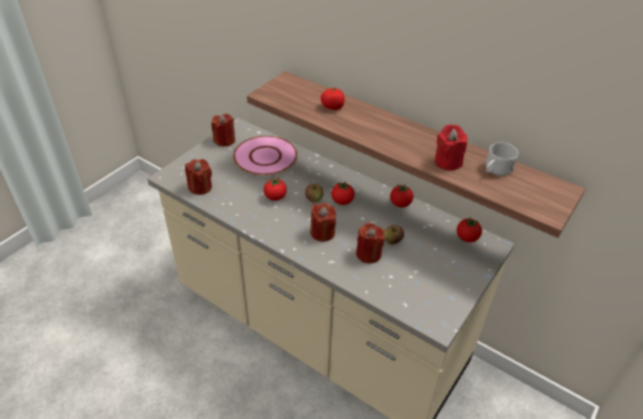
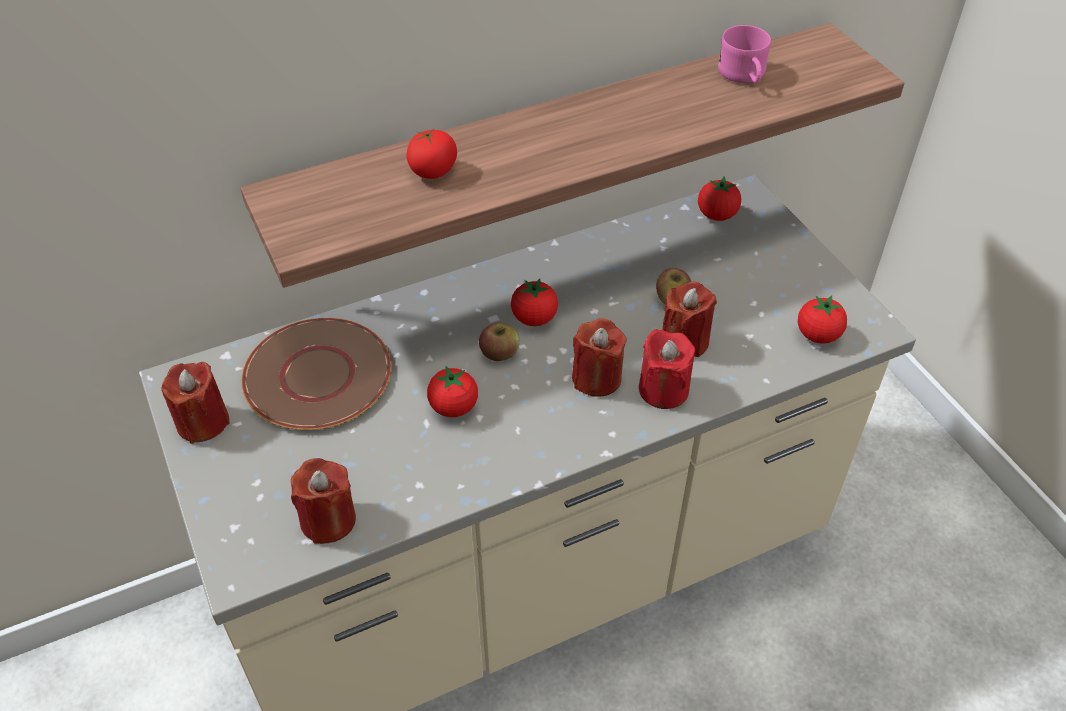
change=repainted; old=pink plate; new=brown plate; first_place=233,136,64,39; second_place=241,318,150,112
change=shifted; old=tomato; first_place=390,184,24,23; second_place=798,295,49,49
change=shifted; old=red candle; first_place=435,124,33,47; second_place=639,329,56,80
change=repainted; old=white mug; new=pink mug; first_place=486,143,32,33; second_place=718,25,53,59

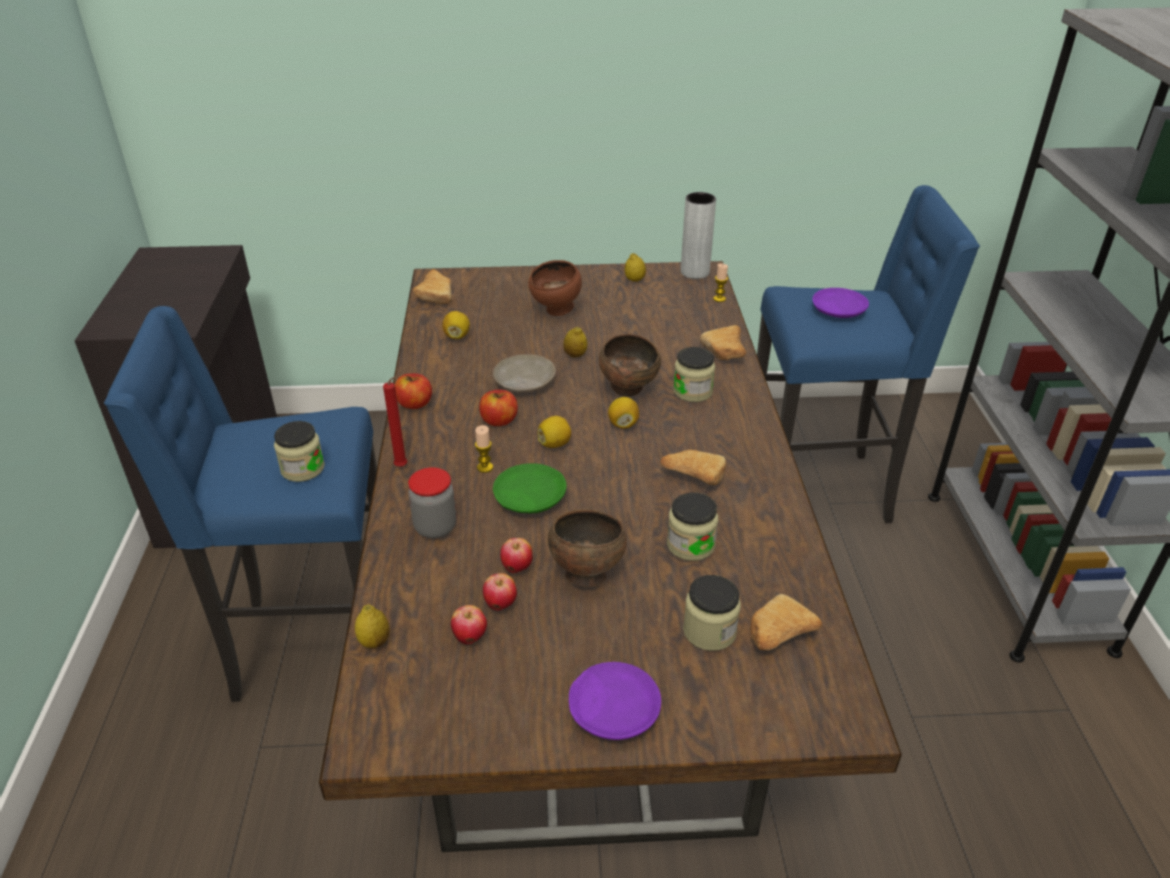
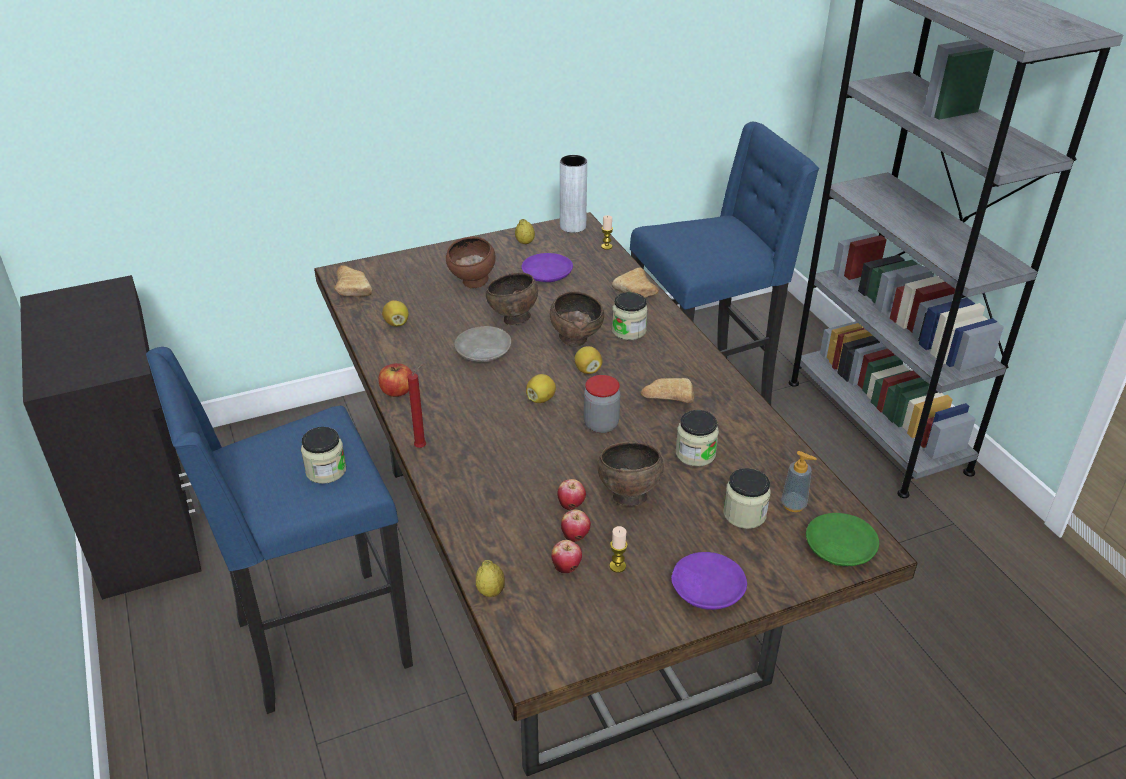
change=shifted; old=jar; first_place=408,467,48,72; second_place=584,375,36,58
change=shifted; old=candle; first_place=475,425,18,48; second_place=609,526,19,47
change=gone; old=apple; first_place=479,390,39,36
change=shifted; old=green plate; first_place=493,463,74,50; second_place=806,513,73,53
change=swapped; old=lemon; new=brown bowl; first_place=563,327,24,30; second_place=486,273,52,52
change=swapped; old=bread; new=soap dispenser; first_place=750,594,72,56; second_place=781,451,36,61
change=shifted; old=purple plate; first_place=813,288,56,30; second_place=522,253,51,29

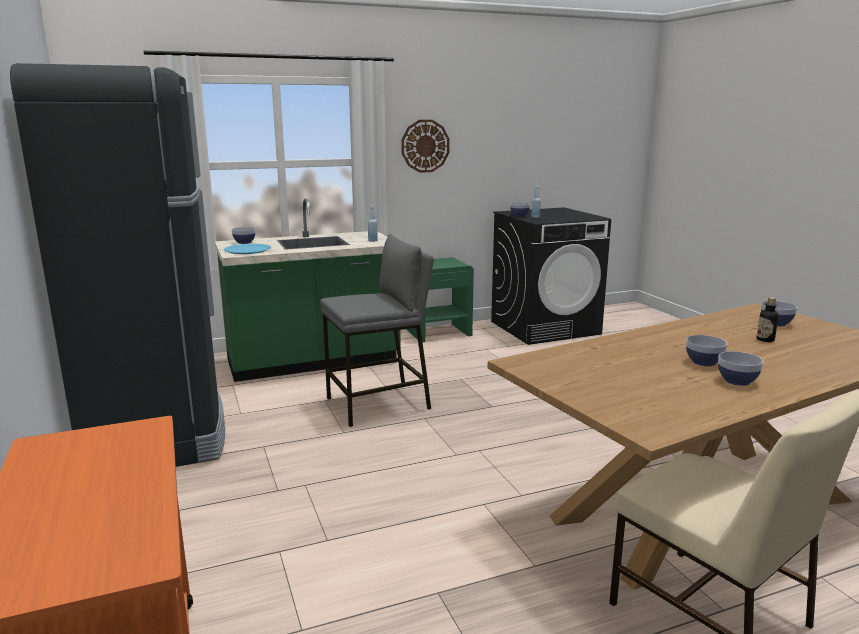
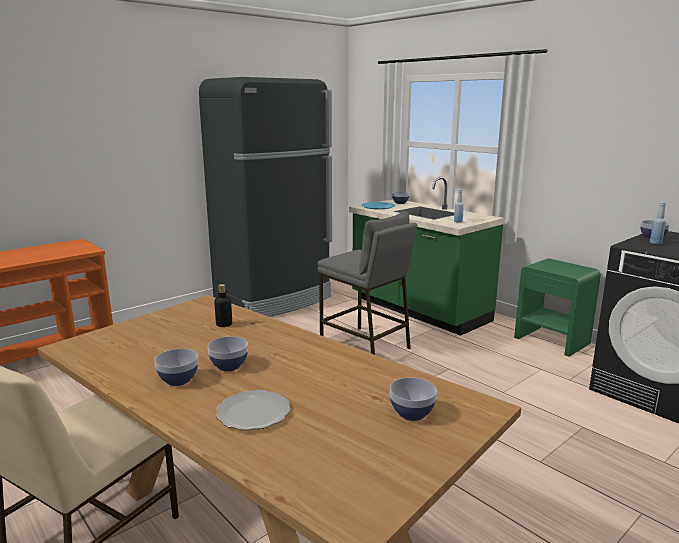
change=gone; old=wall clock; first_place=401,120,49,53
change=shifted; old=bottle; first_place=757,297,22,45; second_place=214,284,18,43
change=new; new=plate; second_place=216,390,75,40

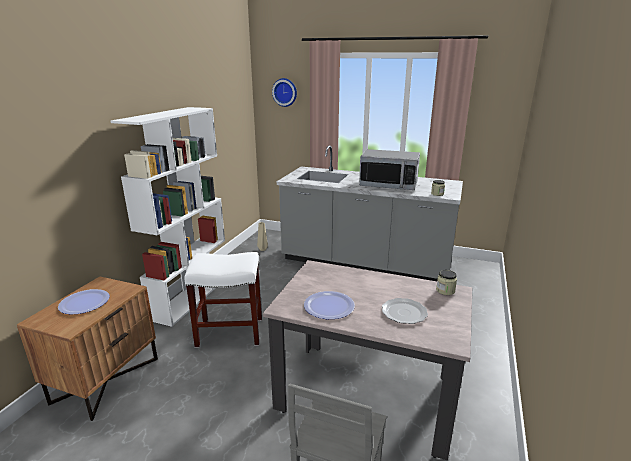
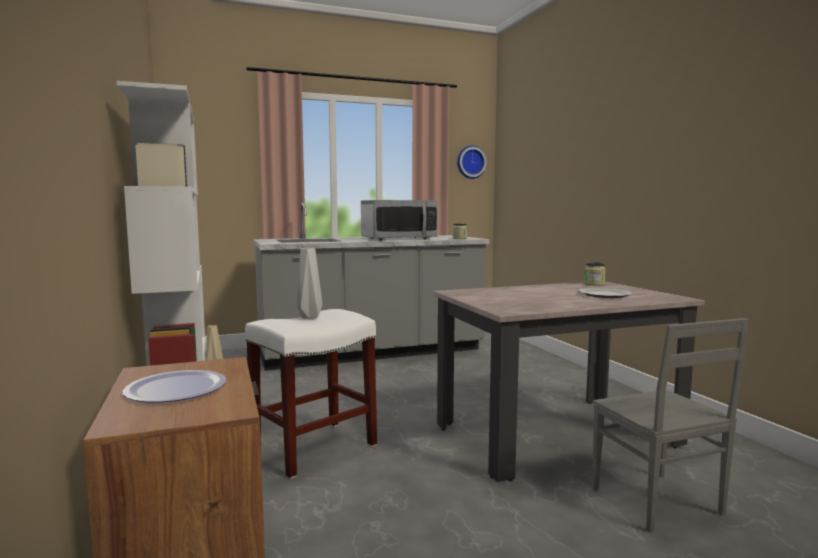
change=shifted; old=wall clock; first_place=272,78,25,29; second_place=457,146,30,33
change=gone; old=plate; first_place=304,291,51,28
change=new; new=grey vase; second_place=297,248,25,71

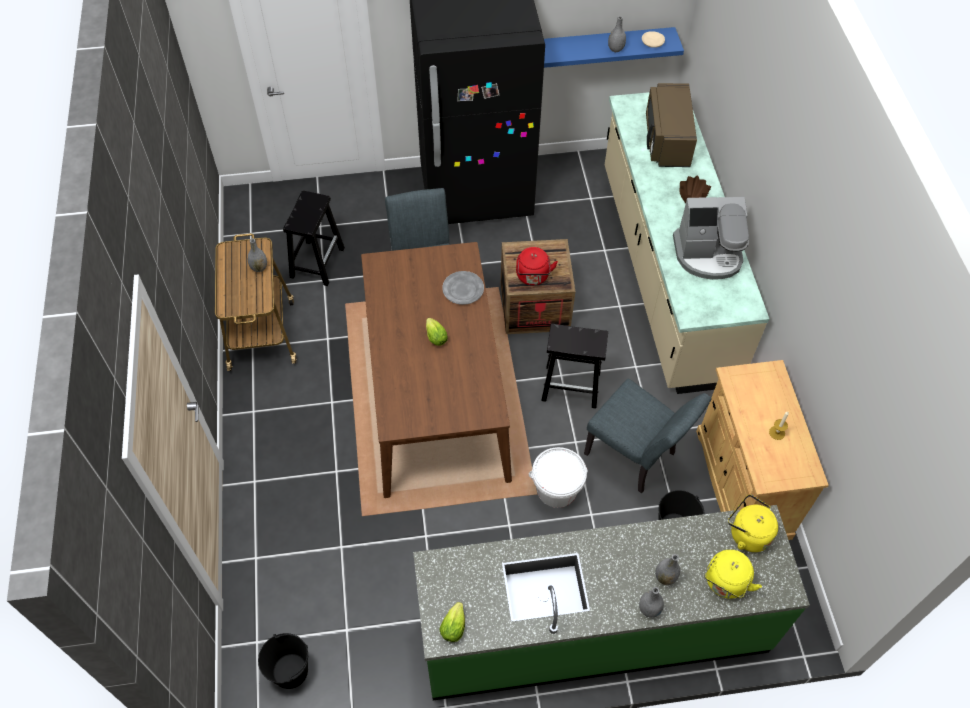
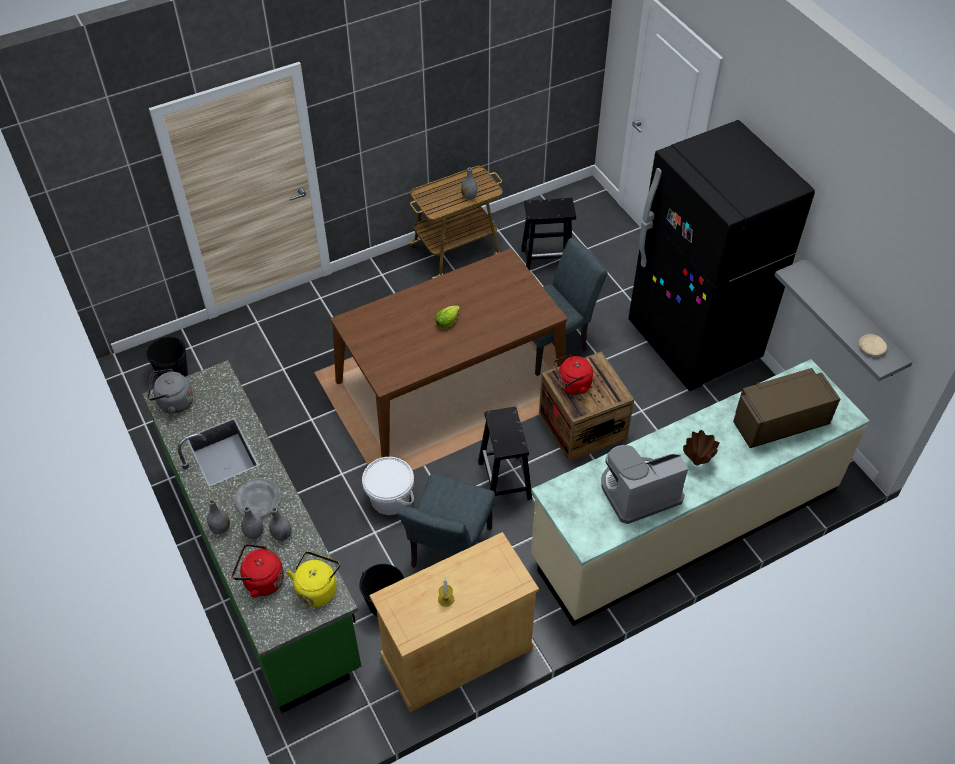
change=swapped; old=lettuce; new=grey kettle; first_place=439,602,26,40; second_place=148,369,45,45
change=shifted; old=grey plate; first_place=442,271,42,34; second_place=234,478,47,39
change=repainted; old=blue shelf; new=grey shelf; first_place=544,27,140,41; second_place=774,258,139,124
change=shifted; old=grey vase; first_place=608,16,18,36; second_place=269,507,23,34
change=rotated; old=coffee machine; first_place=673,197,76,83; second_place=602,445,86,79; degrees=90
change=repainted; old=yellow kettle; new=red kettle; first_place=704,550,58,49; second_place=232,544,52,53

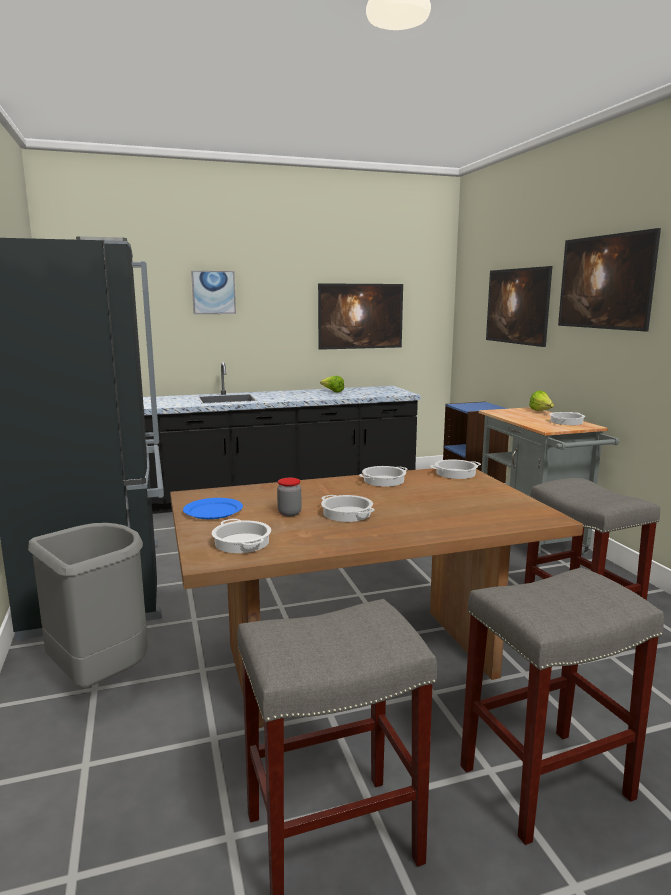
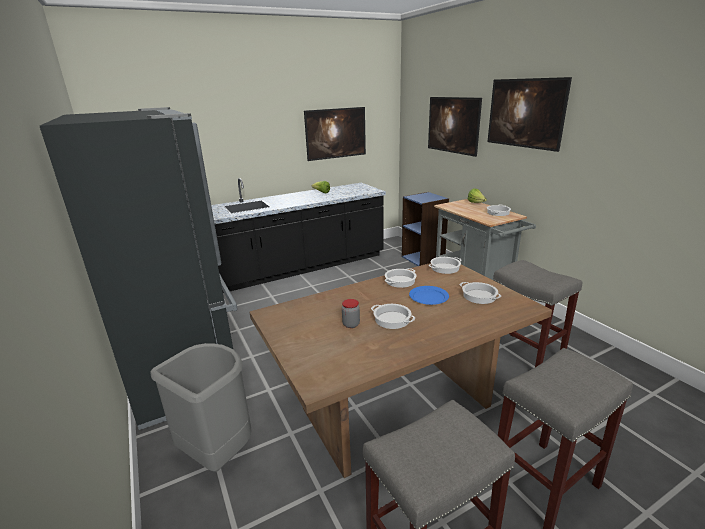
change=shifted; old=blue plate; first_place=183,498,60,21; second_place=409,286,40,19
change=gone; old=picture; first_place=191,271,45,43
change=shifted; old=cooking pot; first_place=212,519,59,34; second_place=460,282,41,22

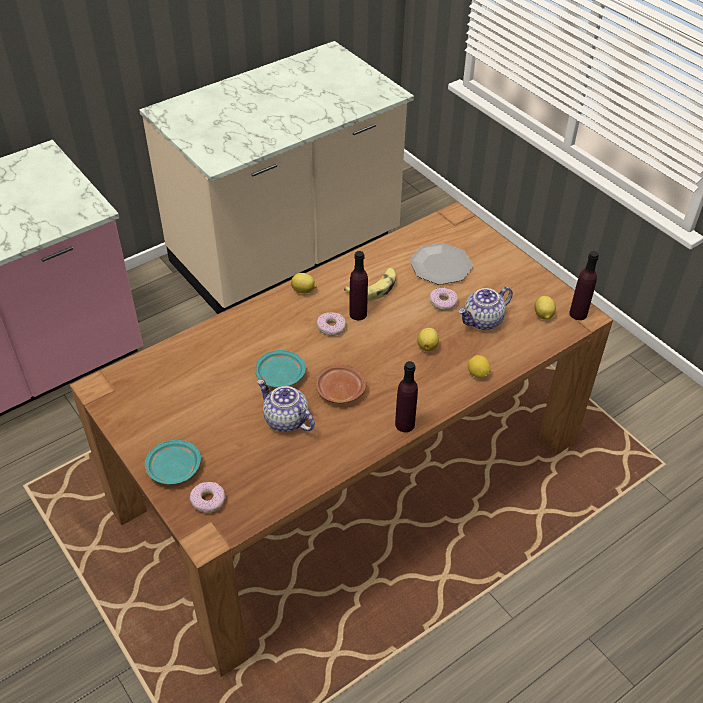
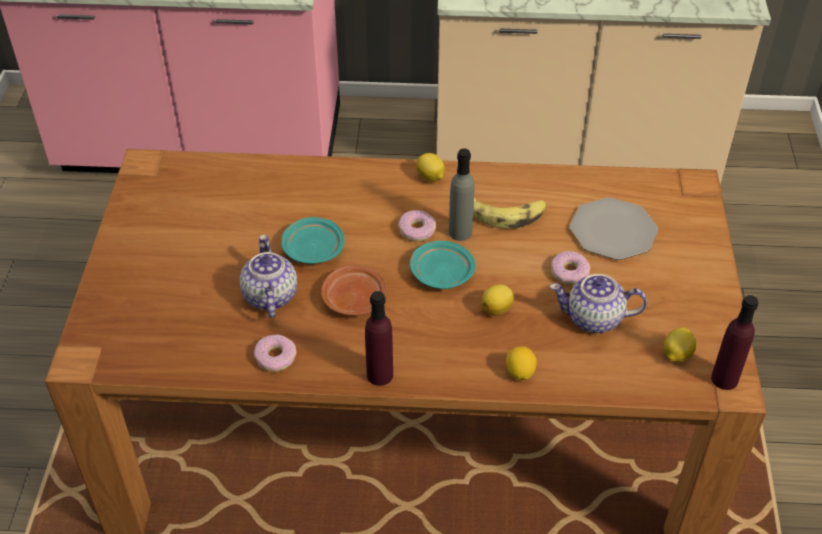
change=shifted; old=turquoise plate; first_place=145,440,56,45; second_place=410,241,66,48
change=shifted; old=donut; first_place=190,482,36,31; second_place=254,334,43,38
change=repainted; old=purple bottle; new=grey bottle; first_place=349,251,19,69; second_place=449,148,26,93

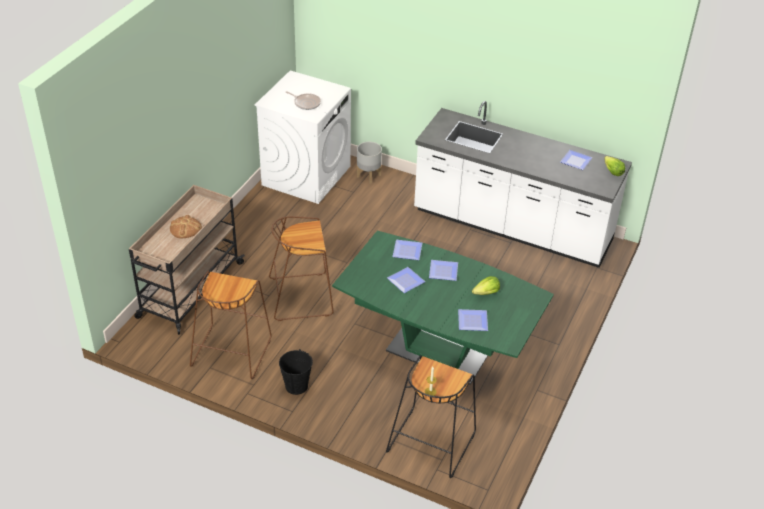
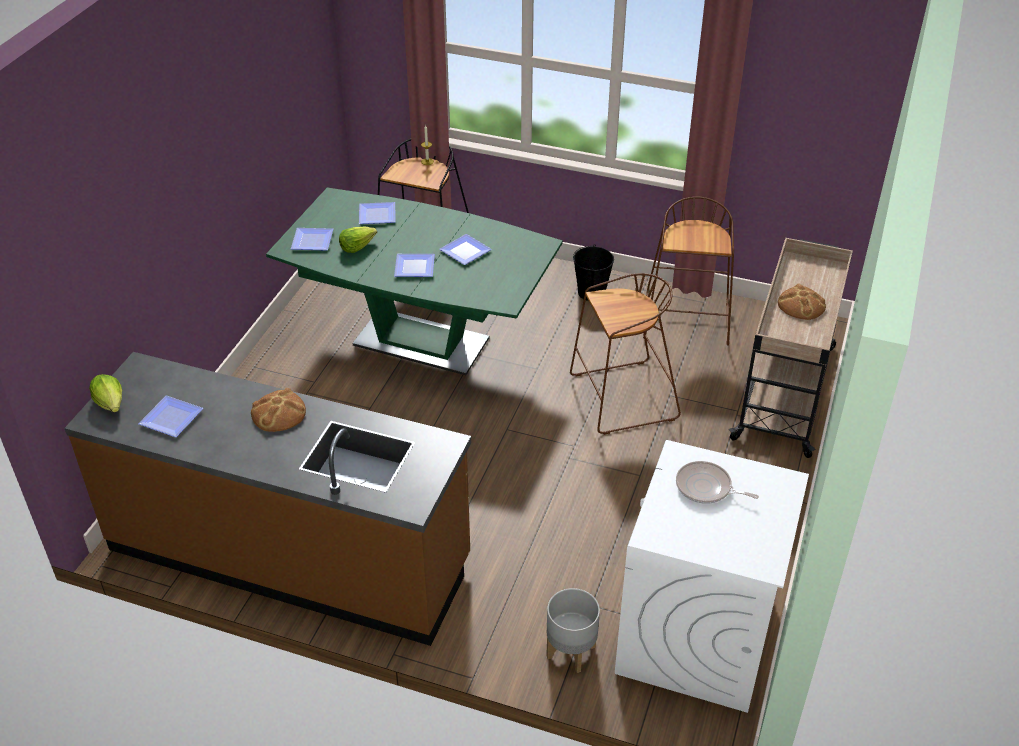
change=shifted; old=plate; first_place=392,240,30,20; second_place=291,228,42,23
change=repainted; old=white counter; new=brown counter; first_place=414,101,218,167; second_place=64,352,407,294
change=new; new=bread; second_place=251,388,55,44

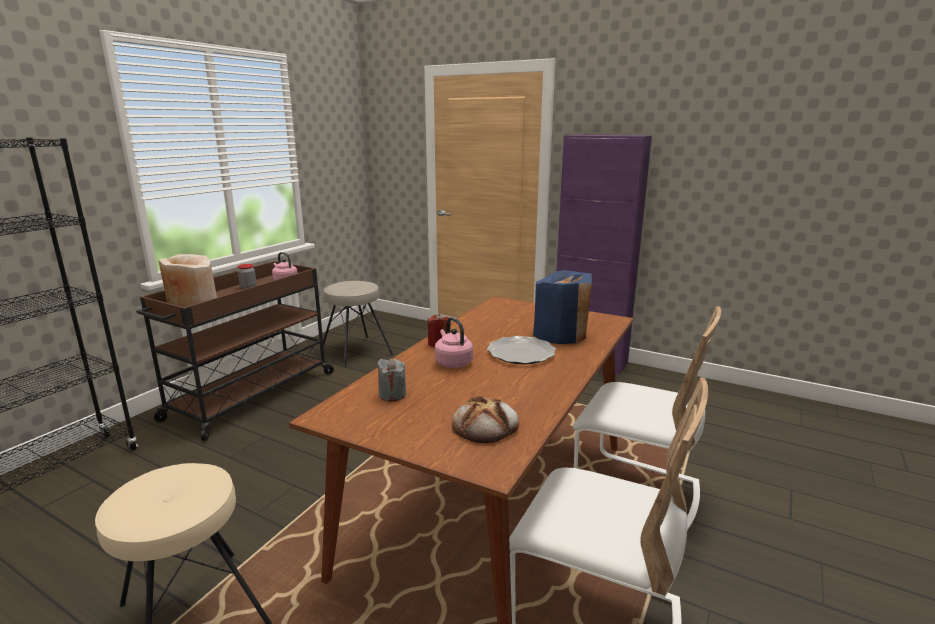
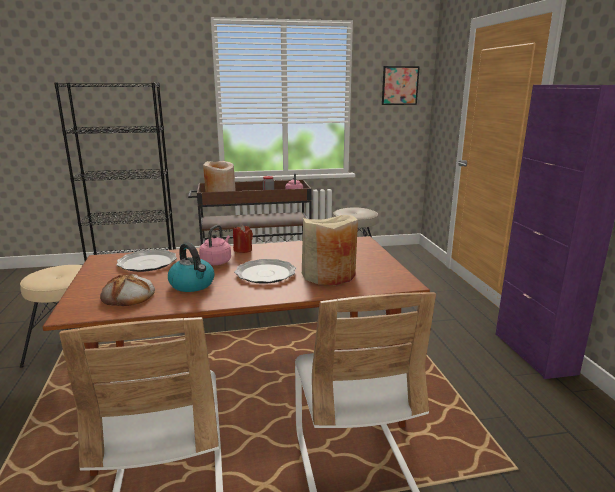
change=swapped; old=grey candle; new=plate; first_place=377,359,29,42; second_place=117,249,60,23
change=repainted; old=blue vase; new=beige vase; first_place=533,270,59,74; second_place=302,215,56,70
change=new; new=kettle; second_place=168,243,47,49
change=new; new=picture; second_place=382,66,38,39

